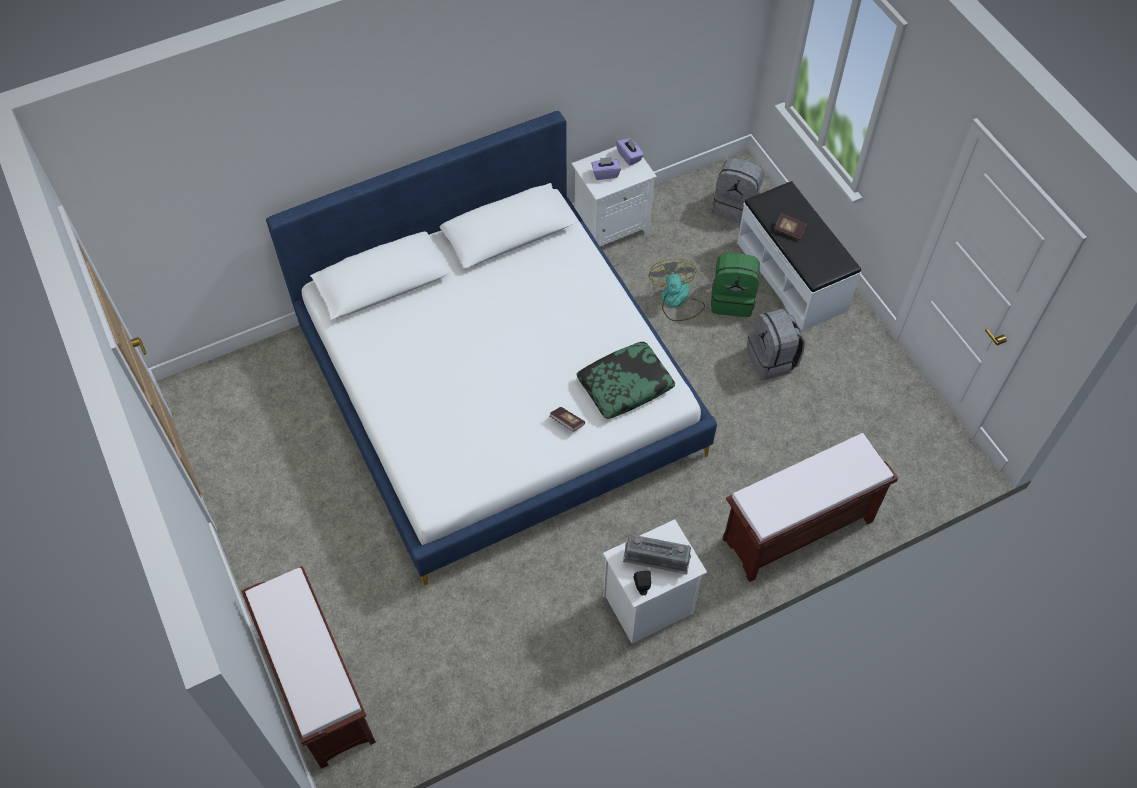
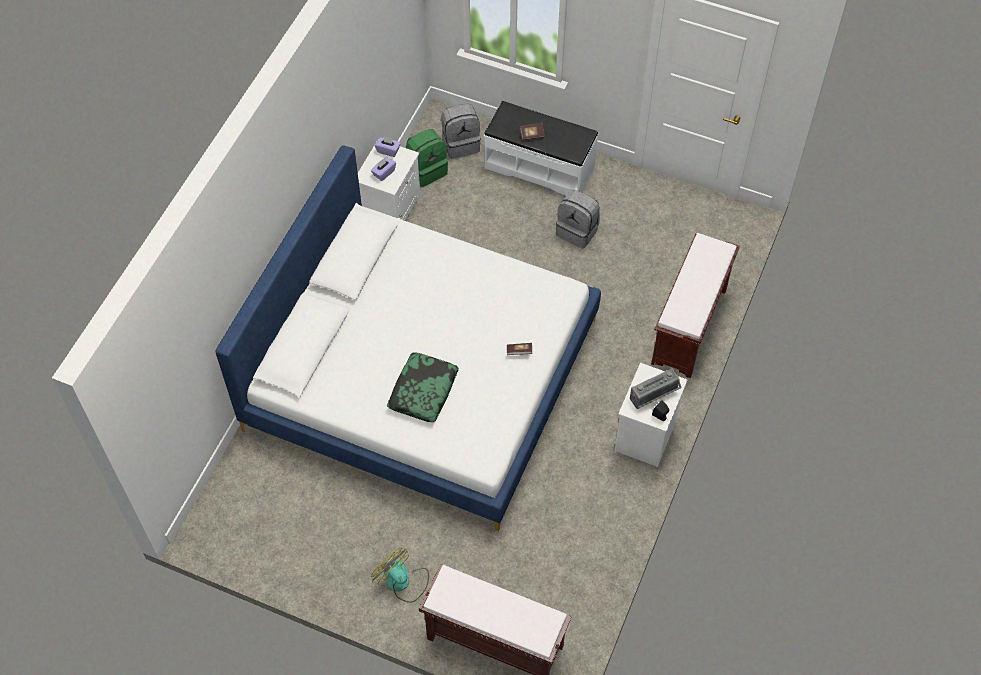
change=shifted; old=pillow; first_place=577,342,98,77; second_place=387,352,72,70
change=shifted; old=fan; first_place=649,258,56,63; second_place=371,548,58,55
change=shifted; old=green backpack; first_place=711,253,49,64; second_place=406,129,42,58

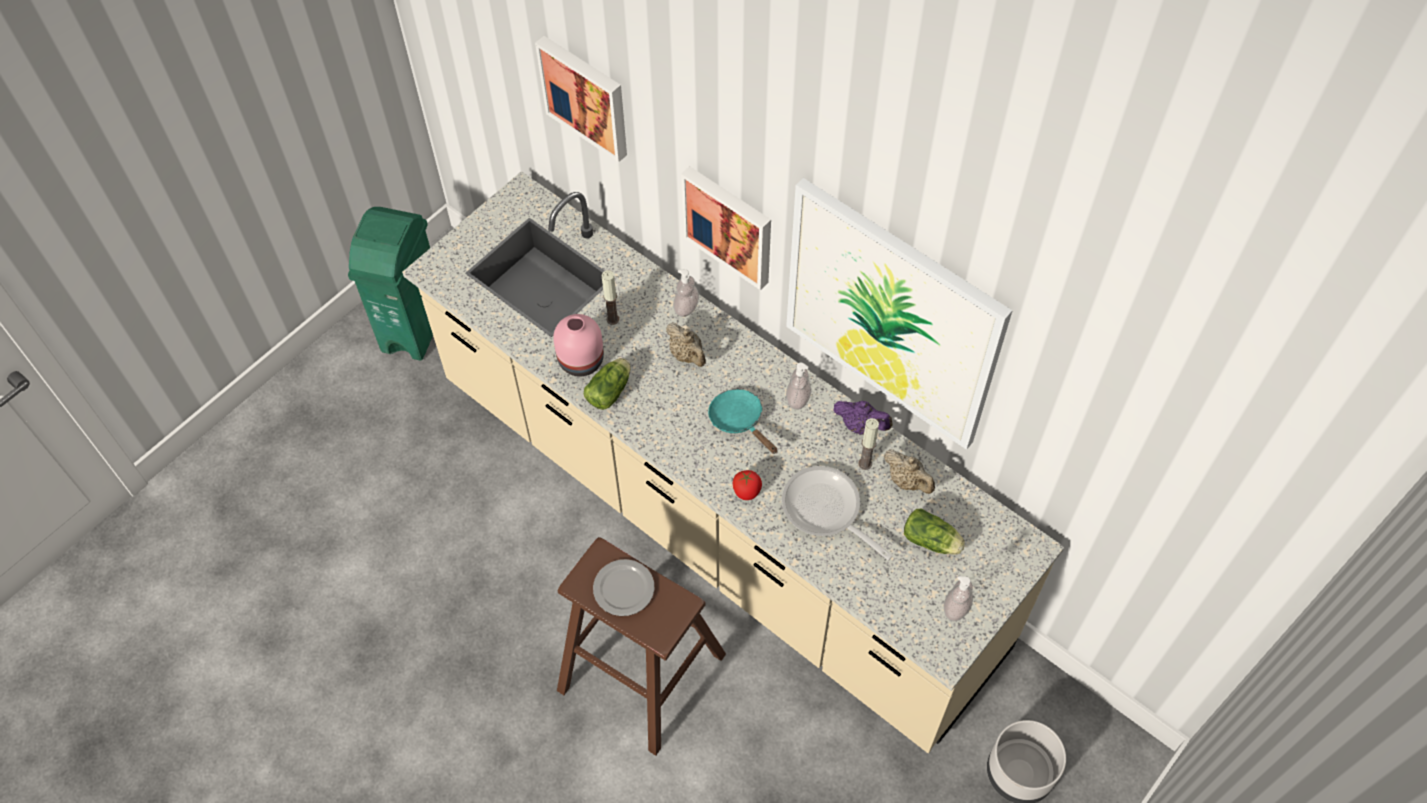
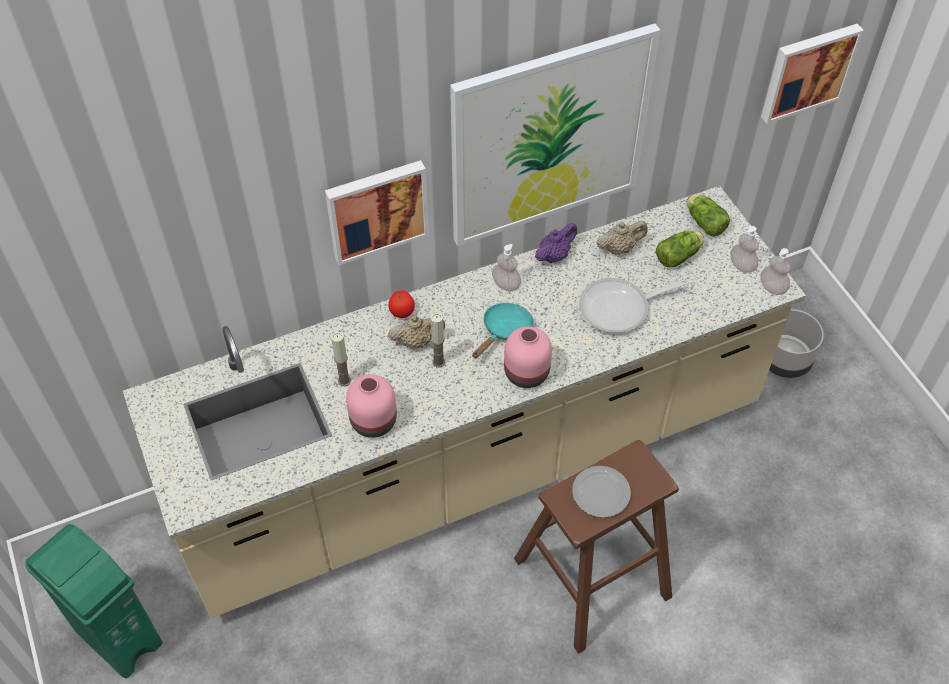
change=shifted; old=picture; first_place=535,36,92,126; second_place=761,24,103,100
change=shifted; old=lettuce; first_place=584,358,47,52; second_place=687,194,43,43
change=shifted; old=soap dispenser; first_place=673,269,26,48; second_place=761,248,30,47
change=rotated; old=turquoise frying pan; first_place=708,389,70,65; second_place=472,303,62,55; degrees=135
change=shifted; old=tomato; first_place=733,470,29,30; second_place=389,290,26,28
change=shifted; old=candle; first_place=858,418,21,52; second_place=431,313,14,55
change=new; new=pink vase; second_place=504,326,48,62

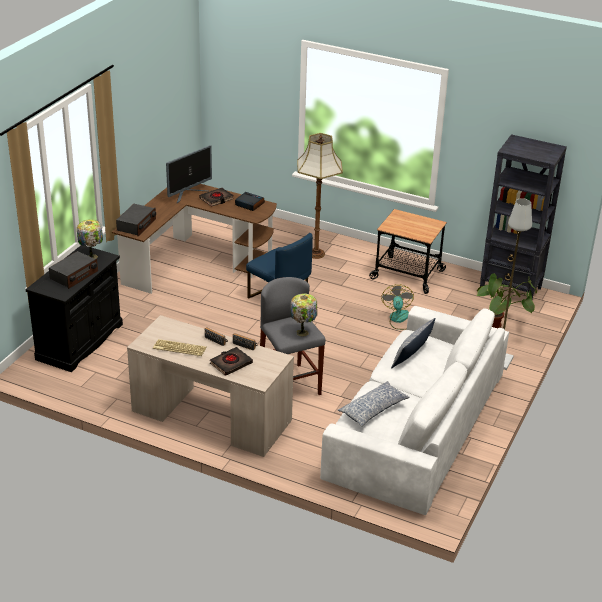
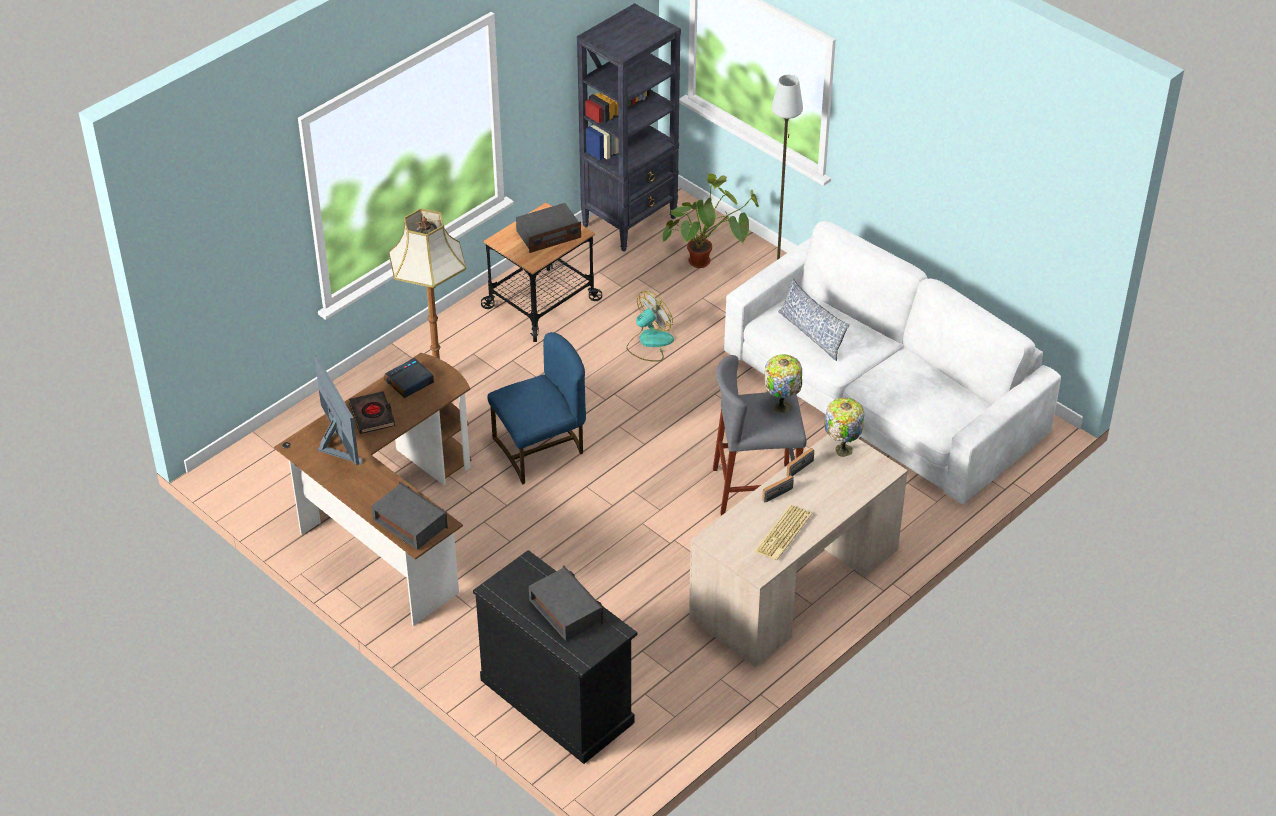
change=shifted; old=table lamp; first_place=77,219,26,40; second_place=824,398,40,59
change=gone; old=black book; first_place=210,347,43,29
change=gone; old=pillow; first_place=337,381,73,46
change=rotated; old=fan; first_place=381,284,33,46; second_place=626,291,48,71; degrees=120
change=new; new=radio; second_place=516,203,65,50

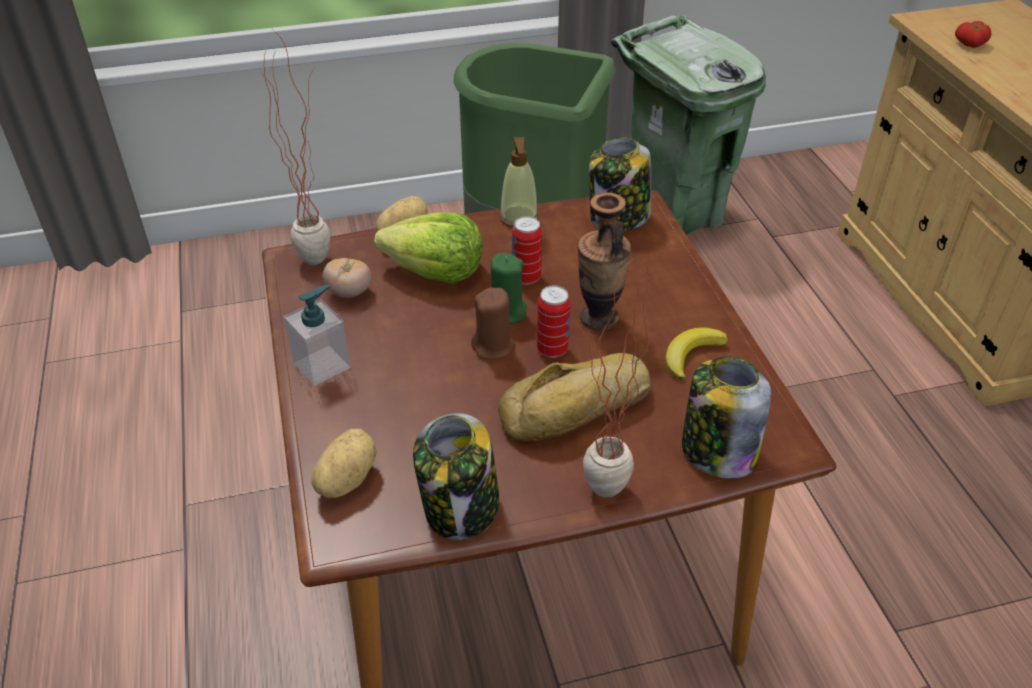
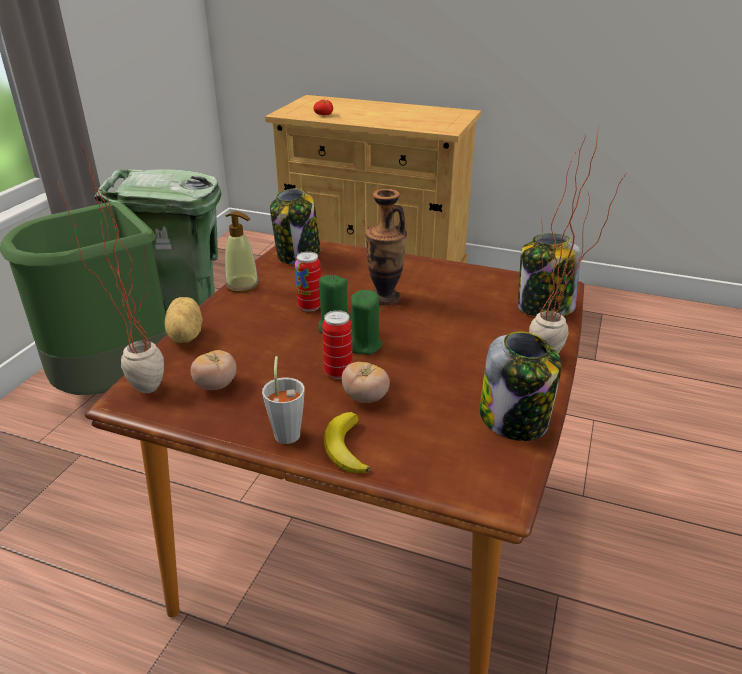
change=swapped; old=soap dispenser; new=grey cup; first_place=284,285,67,101; second_place=262,356,43,88
change=gone; old=potato; first_place=311,429,66,69
change=gone; old=lettuce; first_place=374,212,109,72
change=repainted; old=brown candle; new=green candle; first_place=471,287,45,72; second_place=351,290,31,65
change=gone; old=bread; first_place=498,353,152,90
change=shifted; old=can; first_place=537,285,34,73; second_place=322,310,31,69
change=shifted; old=banana; first_place=665,327,63,54; second_place=324,412,47,61
change=new; new=tomato; second_place=342,362,48,41

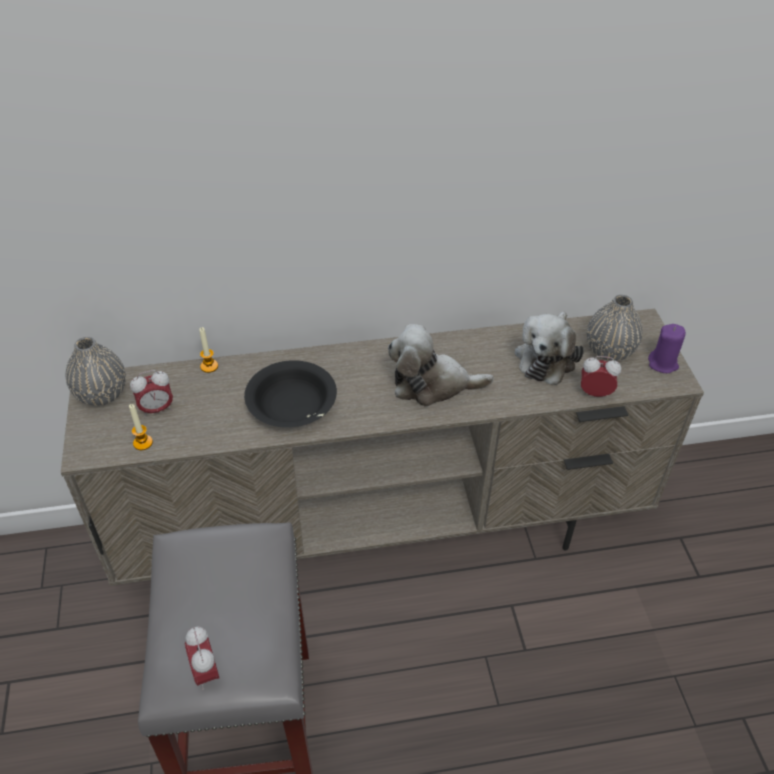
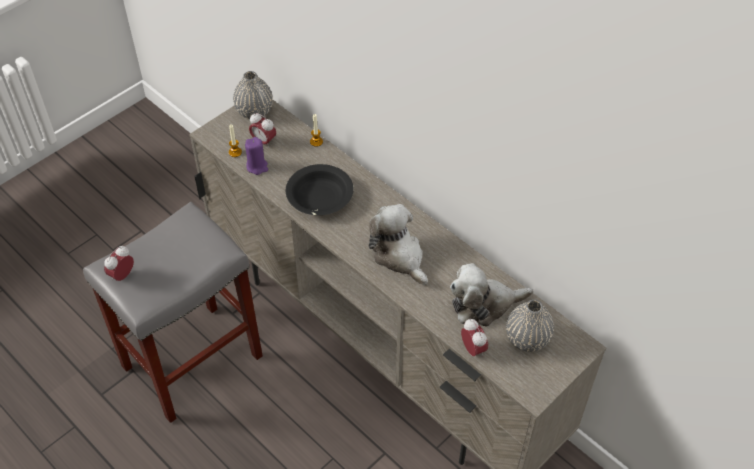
change=shifted; old=purple candle; first_place=648,324,38,49; second_place=245,137,23,38

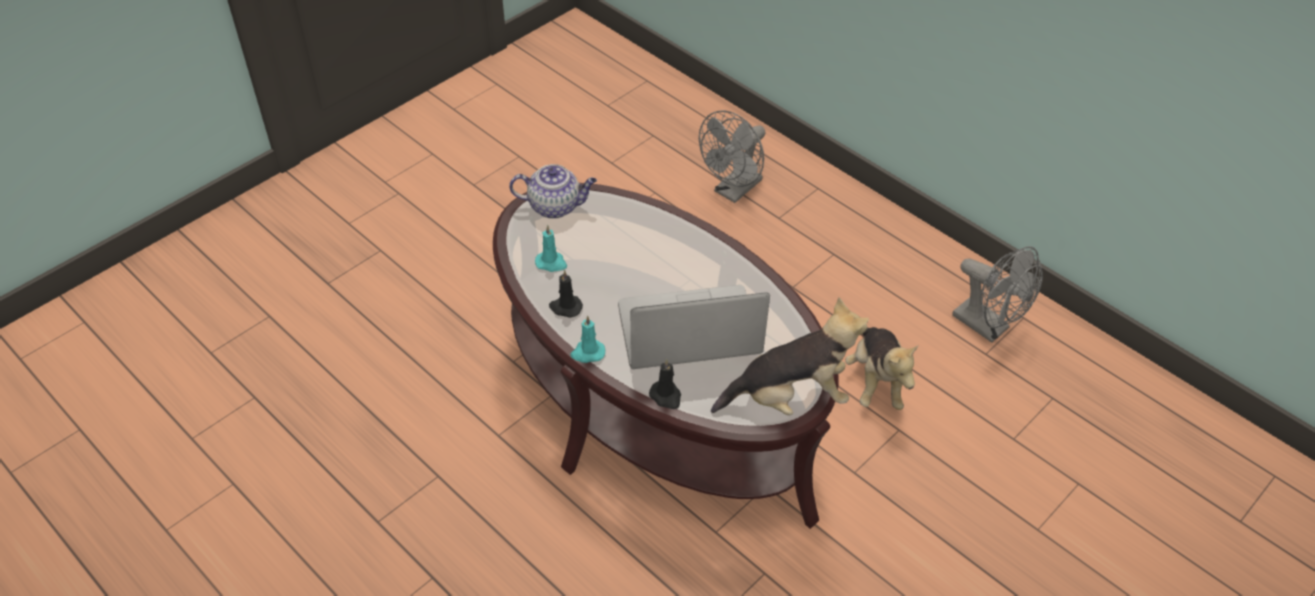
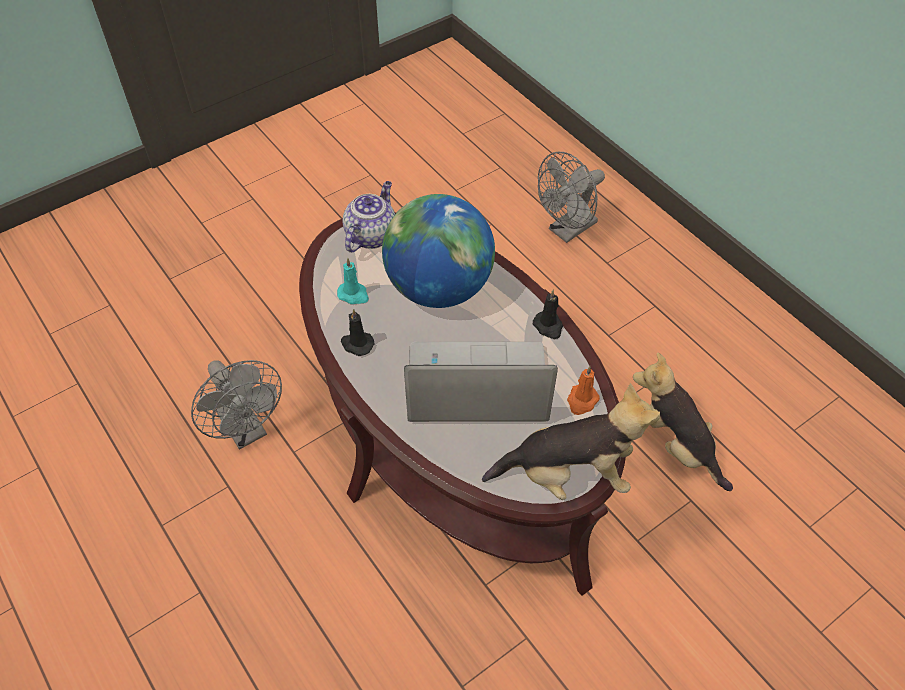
change=rotated; old=teapot; first_place=509,164,88,55; second_place=342,181,53,71; degrees=-75
change=gone; old=turquoise candle; first_place=570,315,35,48
change=shifted; old=black candle; first_place=649,359,32,50; second_place=533,290,30,49
change=rotated; old=plush toy; first_place=845,327,74,83; second_place=633,352,100,139; degrees=135
change=shifted; old=grey fan; first_place=952,246,91,97; second_place=191,360,91,89
change=new; new=globe; second_place=382,194,113,114
change=new; new=orange candle; second_place=567,366,33,49

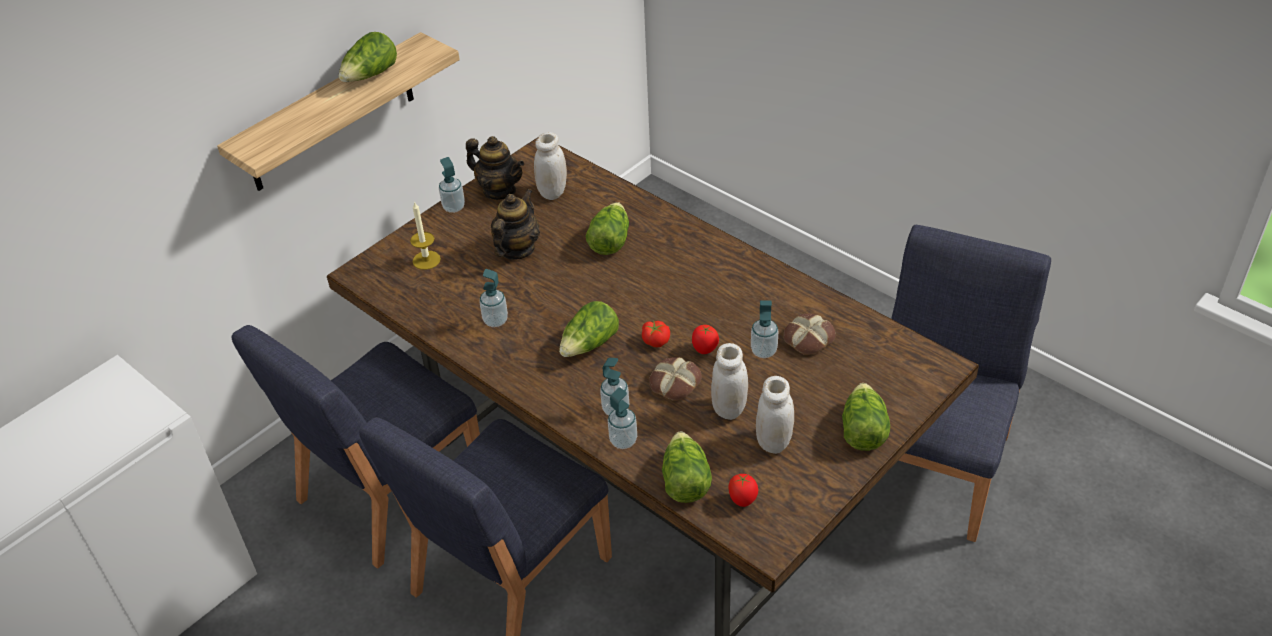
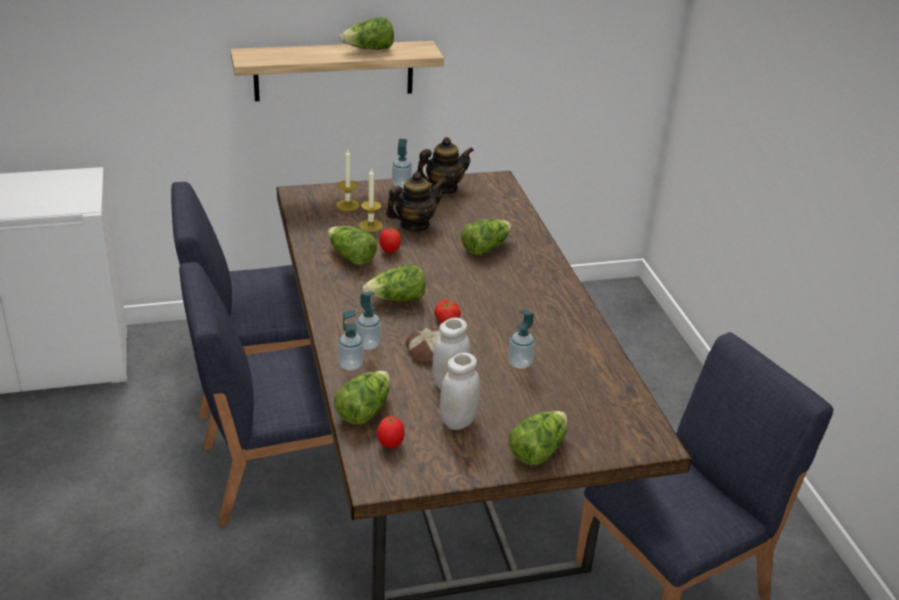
change=rotated; old=teapot; first_place=466,136,58,64; second_place=417,137,57,57; degrees=-90
change=swapped; old=soap dispenser; new=lettuce; first_place=479,269,29,58; second_place=328,226,49,39
change=gone; old=white jar; first_place=534,132,33,68
change=shifted; old=tomato; first_place=692,325,27,29; second_place=379,228,22,25
change=gone; old=bread; first_place=784,314,52,41
change=new; new=candle; second_place=359,168,24,64

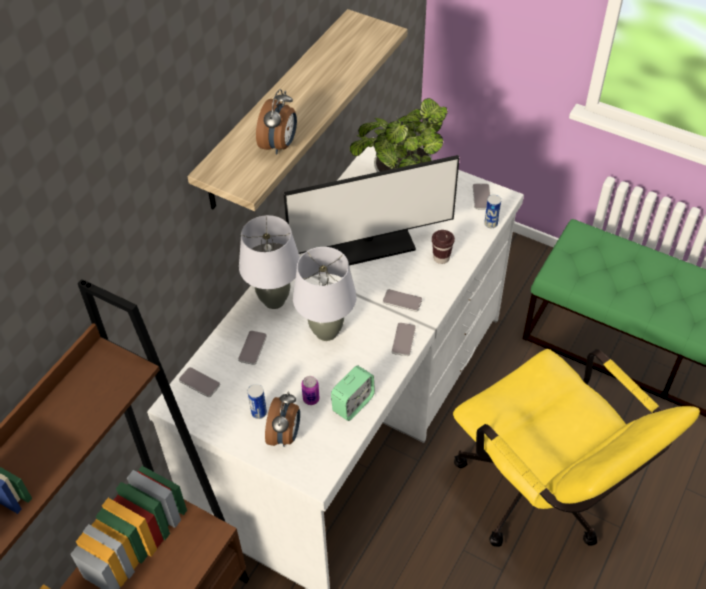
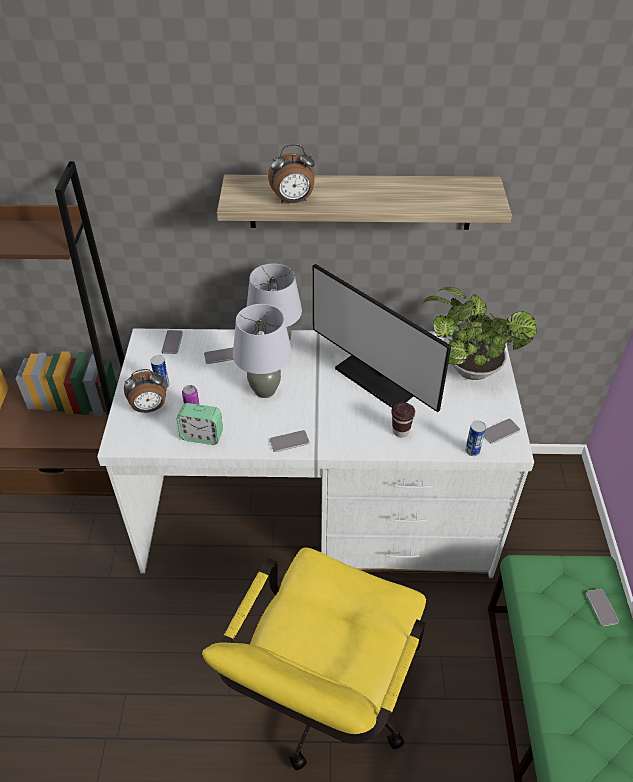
change=shifted; old=phone; first_place=383,289,39,23; second_place=586,589,33,37

